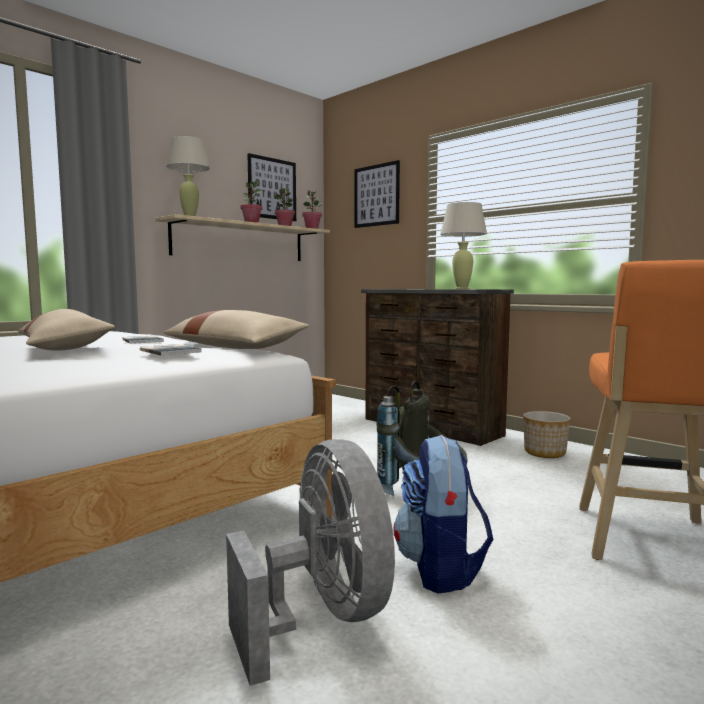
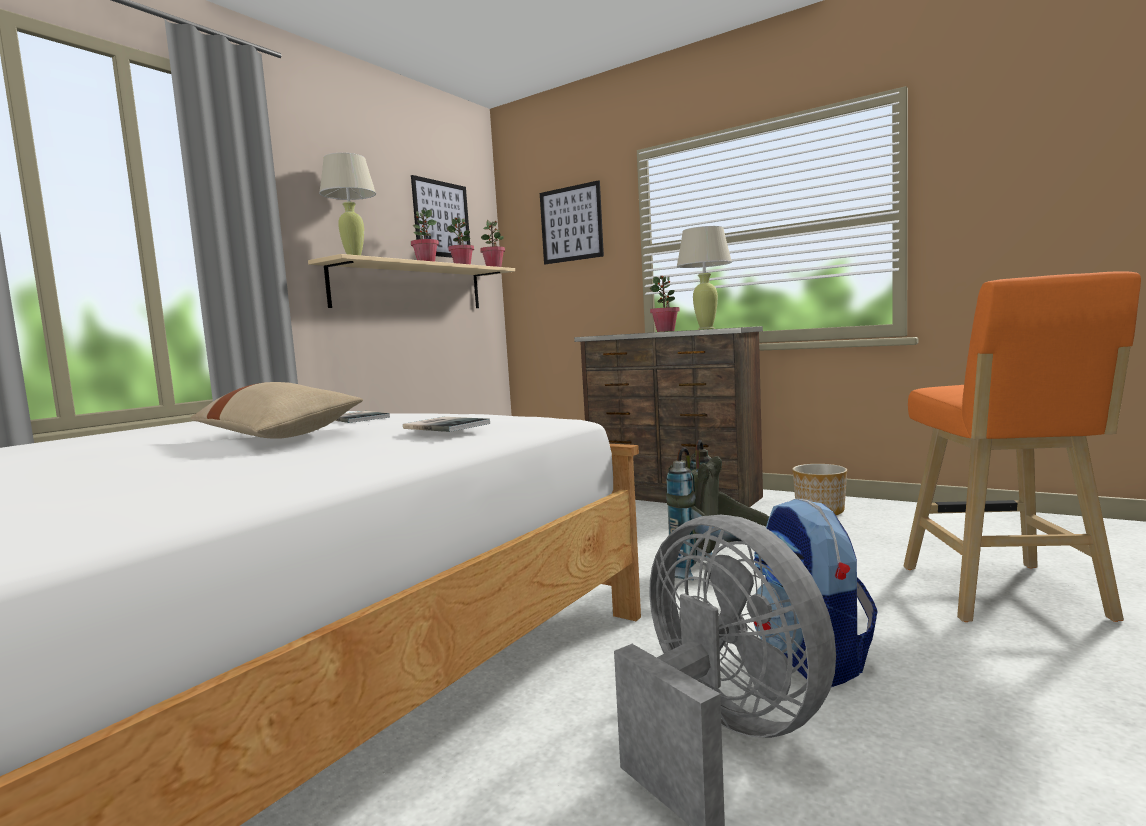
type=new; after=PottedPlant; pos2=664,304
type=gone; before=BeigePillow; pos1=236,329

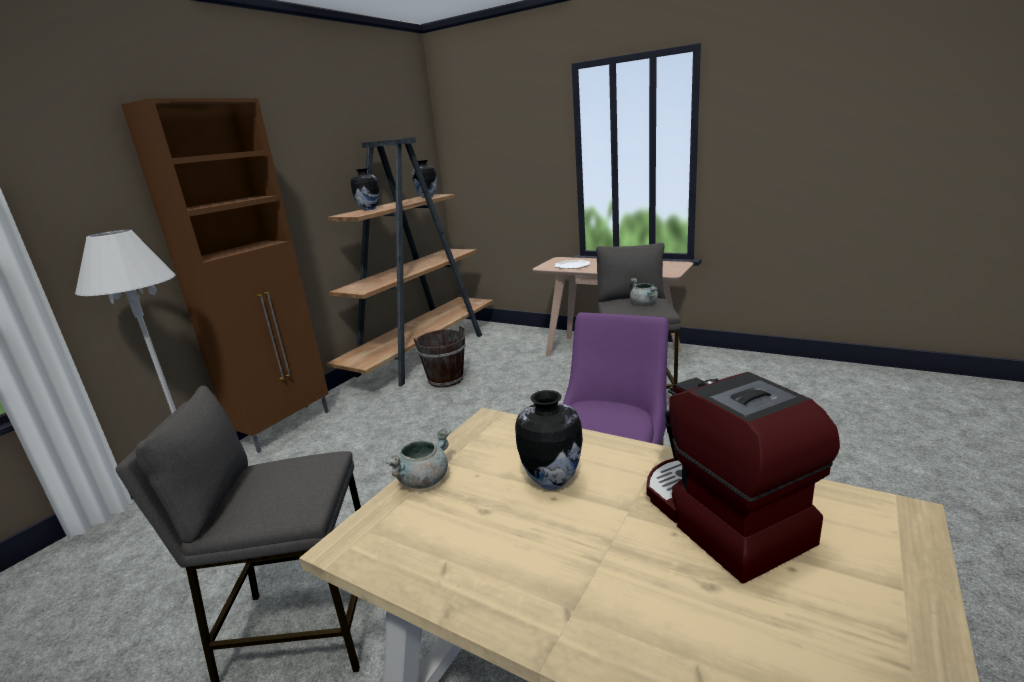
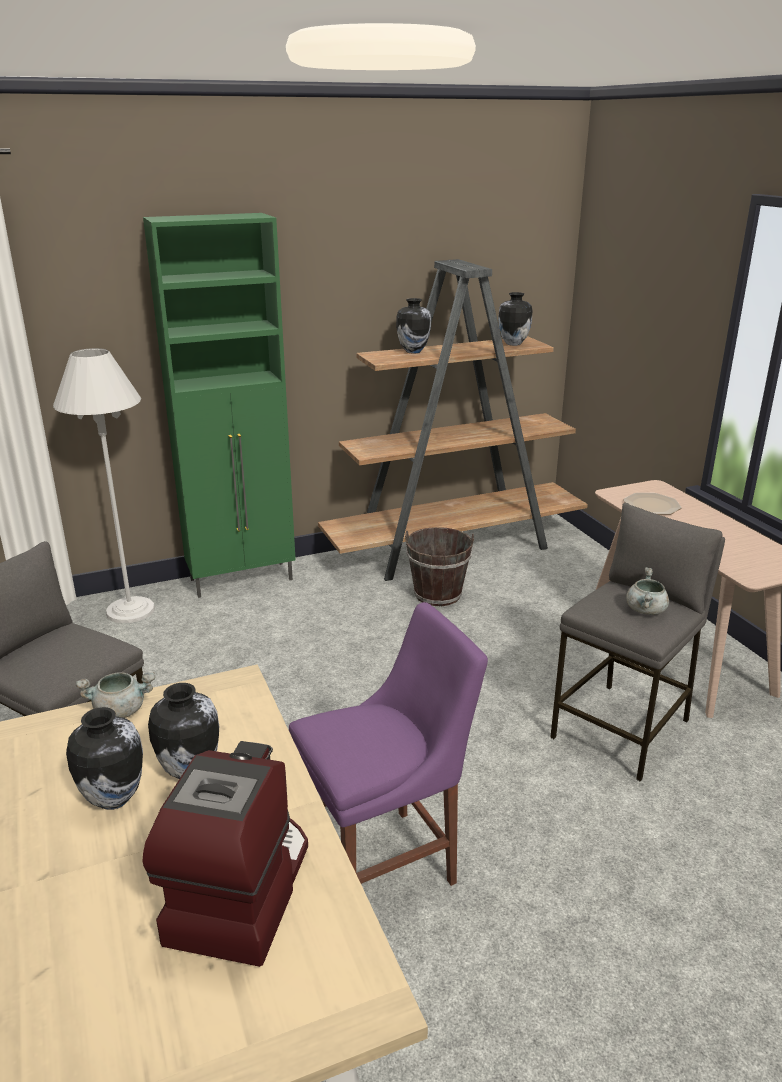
type=new; after=Vase; pos2=104,758
type=repainted; before=BrownCabinet; after=GreenCabinet; pos1=225,275; pos2=219,405

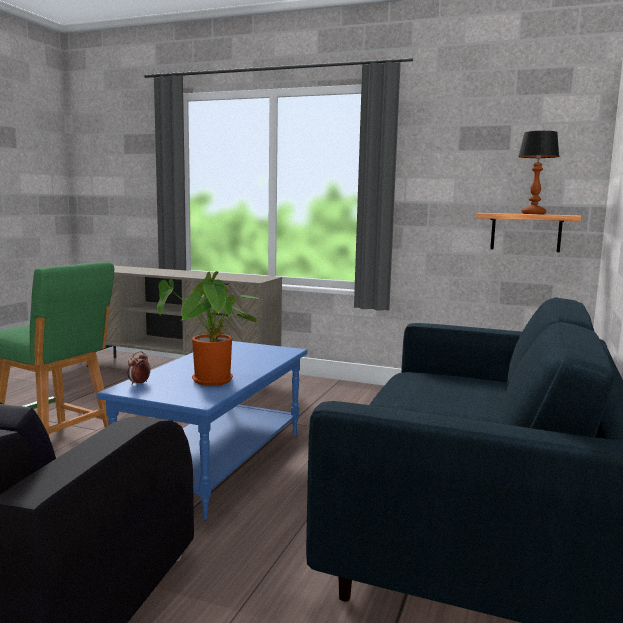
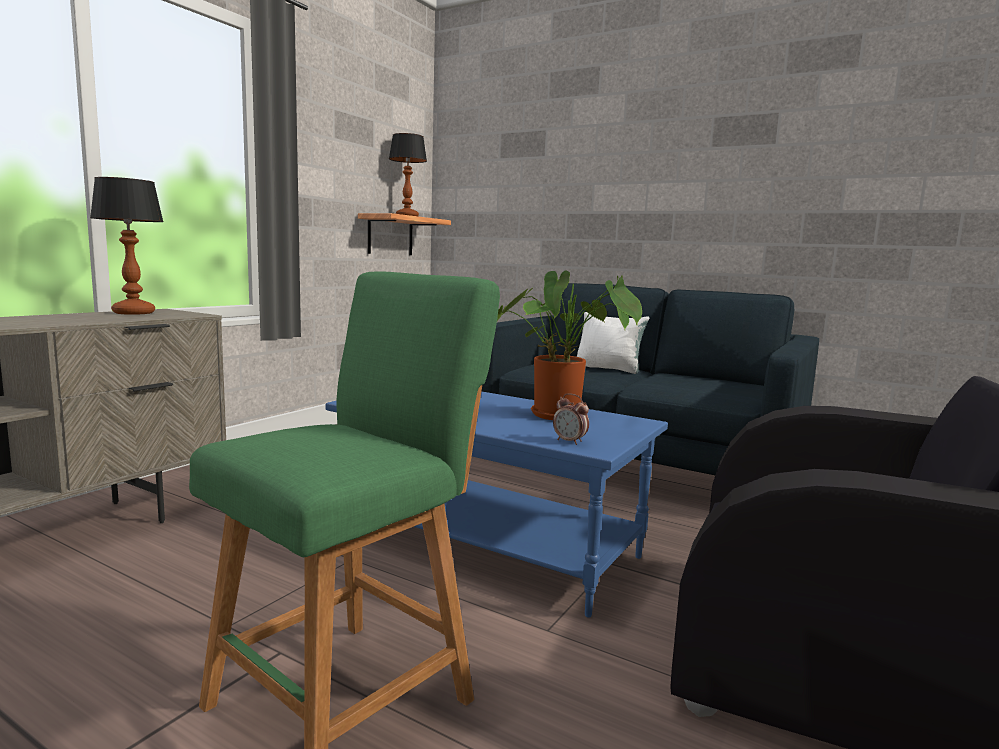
type=new; after=TableLamp; pos2=127,246
type=new; after=WhitePillow; pos2=613,343

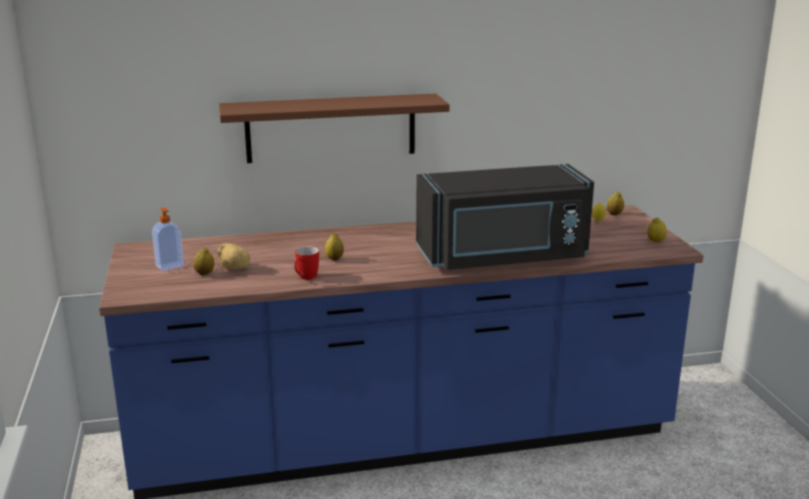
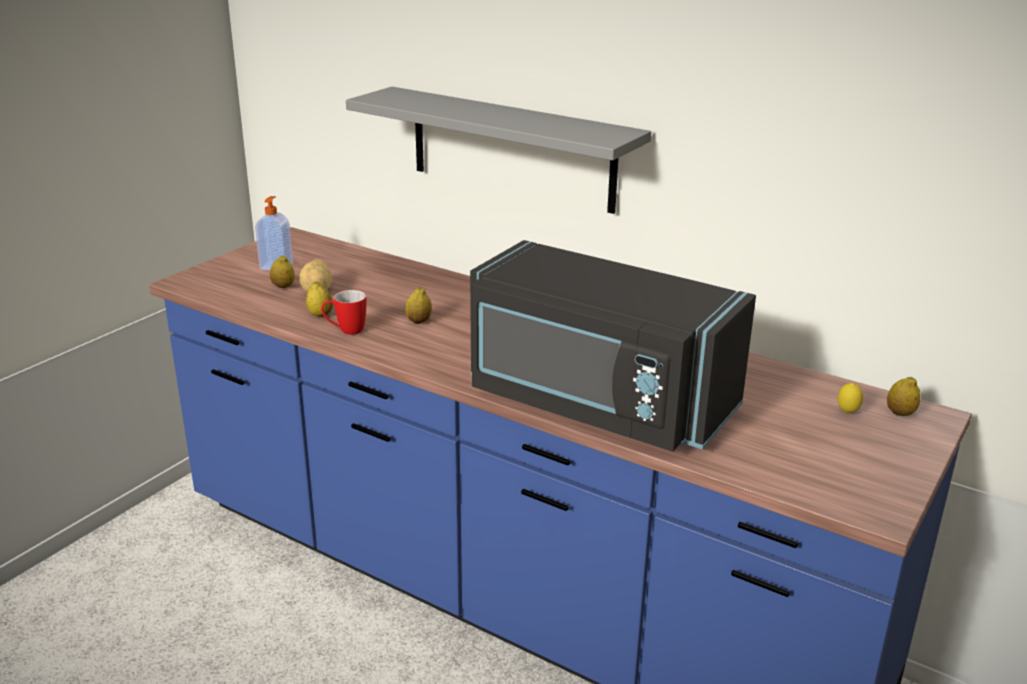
type=shifted; before=Lemon; pos1=657,230; pos2=319,299
type=repainted; before=BrownShelf; after=GreyShelf; pos1=334,128; pos2=498,150

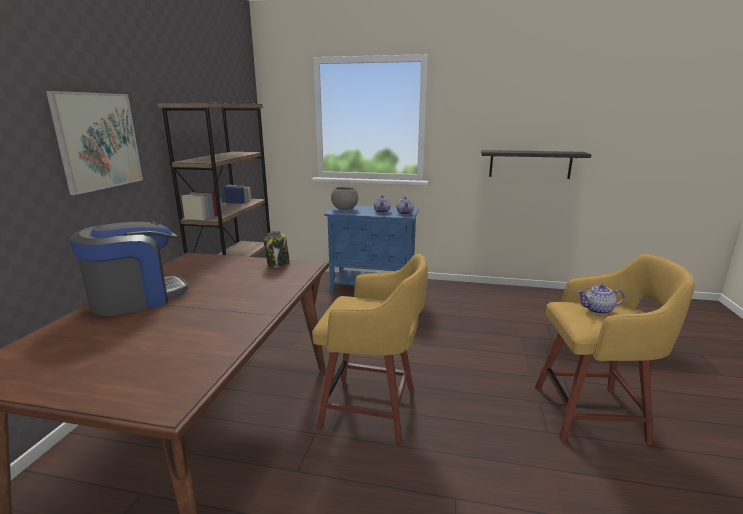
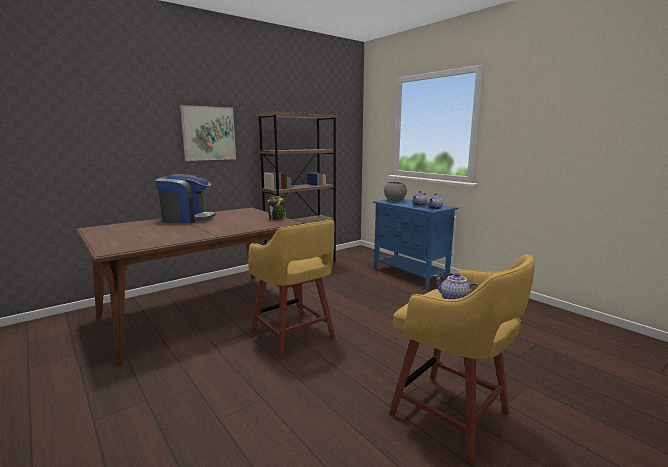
type=gone; before=BlackShelf; pos1=536,164

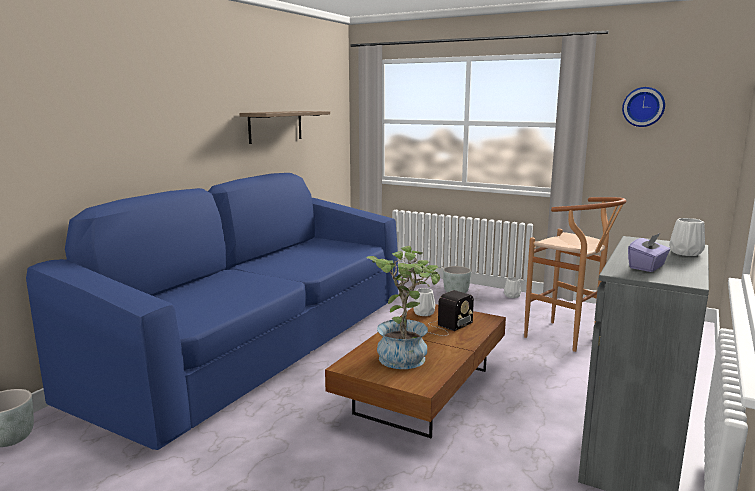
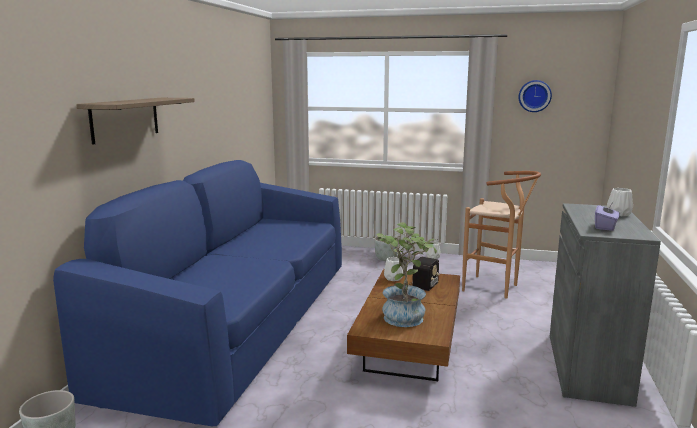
type=shifted; before=Shelf; pos1=285,127; pos2=135,121

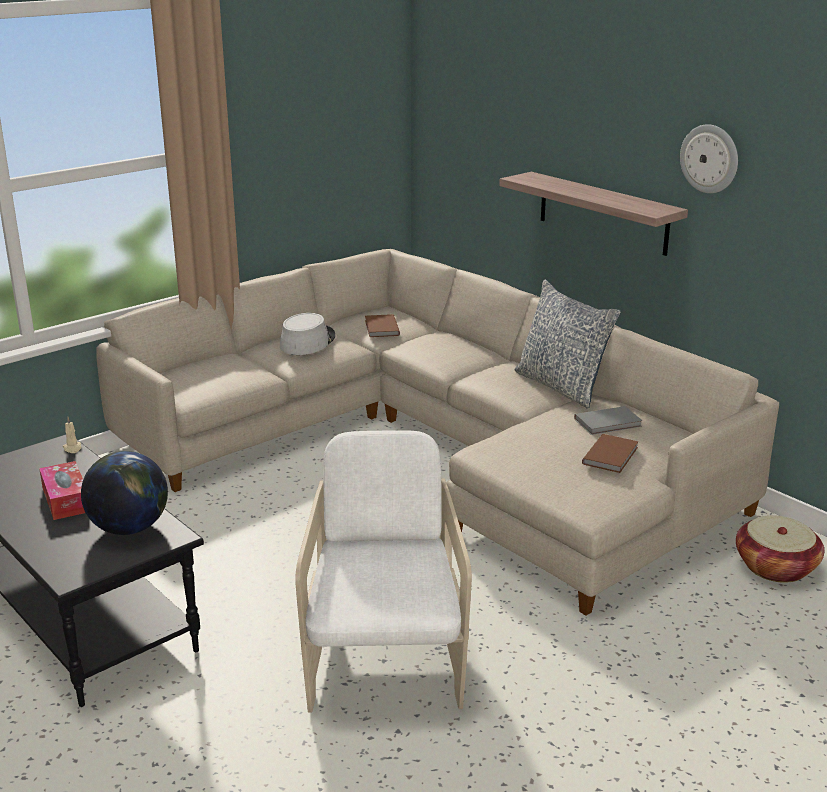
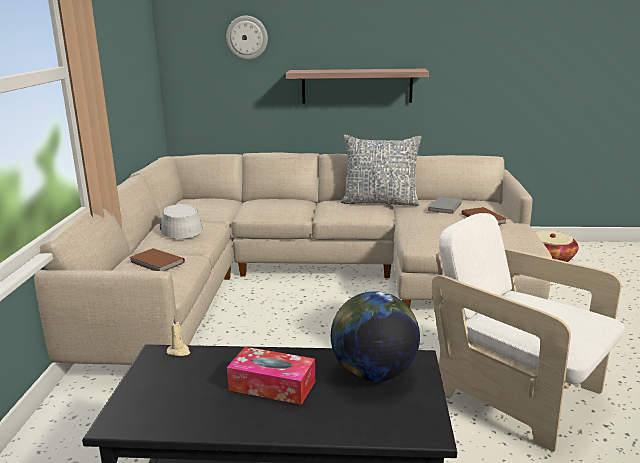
type=shifted; before=BrownBook; pos1=382,325; pos2=157,259
type=shifted; before=WallClock; pos1=709,158; pos2=247,38

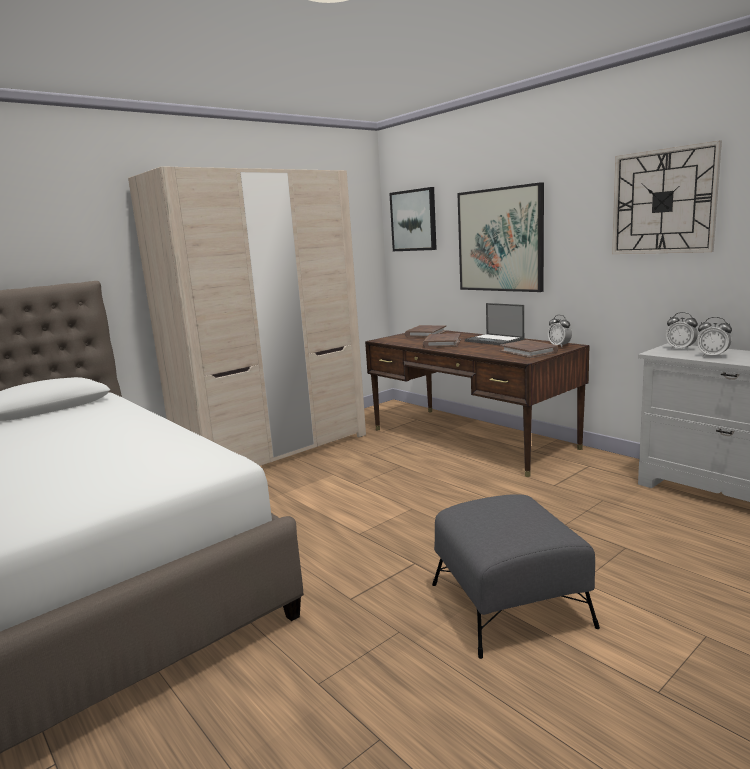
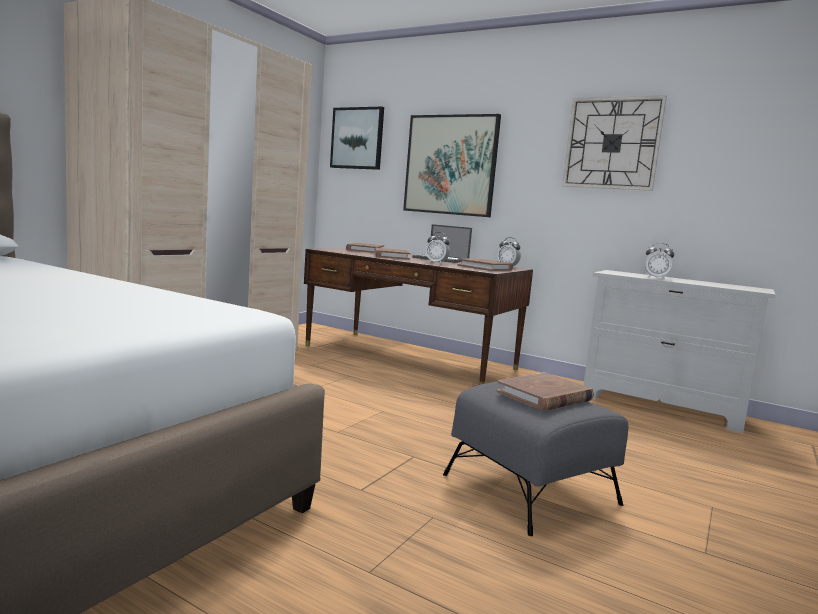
type=shifted; before=AlarmClock; pos1=682,331; pos2=438,248
type=new; after=BrownBook; pos2=545,391

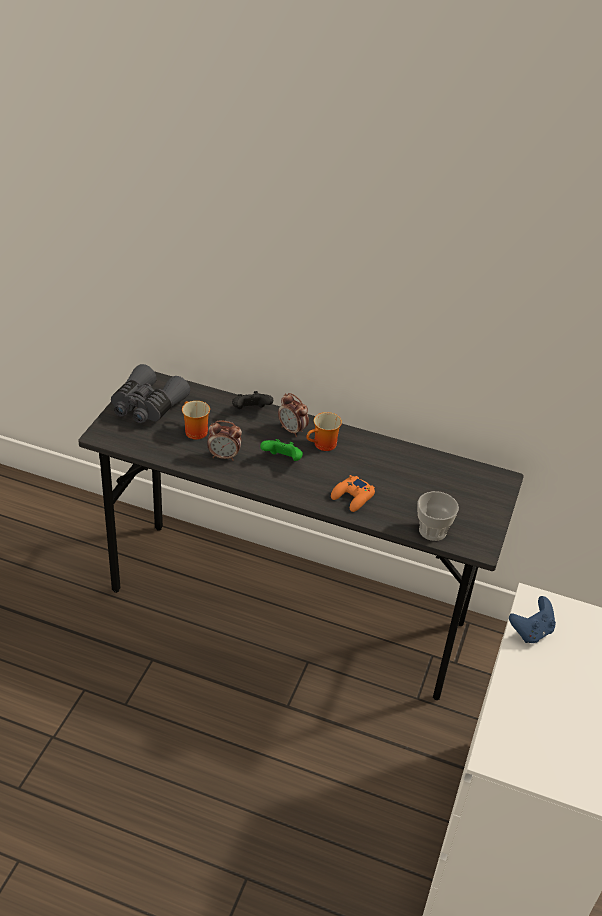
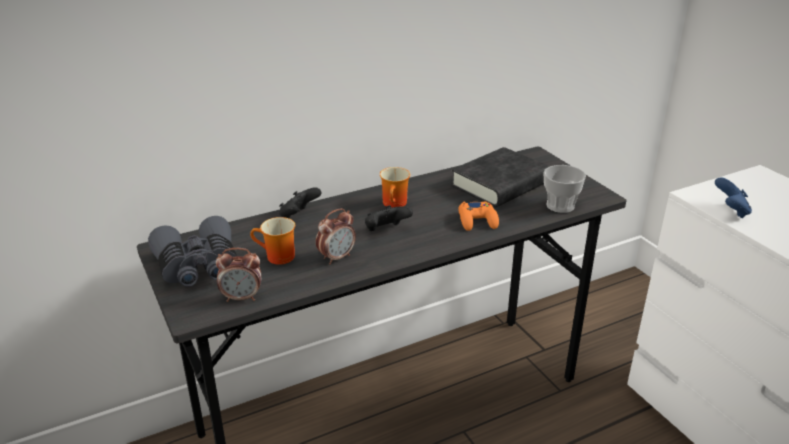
type=shifted; before=AlarmClock; pos1=293,415; pos2=238,275
type=repainted; before=GreenGameController; after=BlackGameController; pos1=281,450; pos2=389,218
type=new; after=BlackBook; pos2=500,177

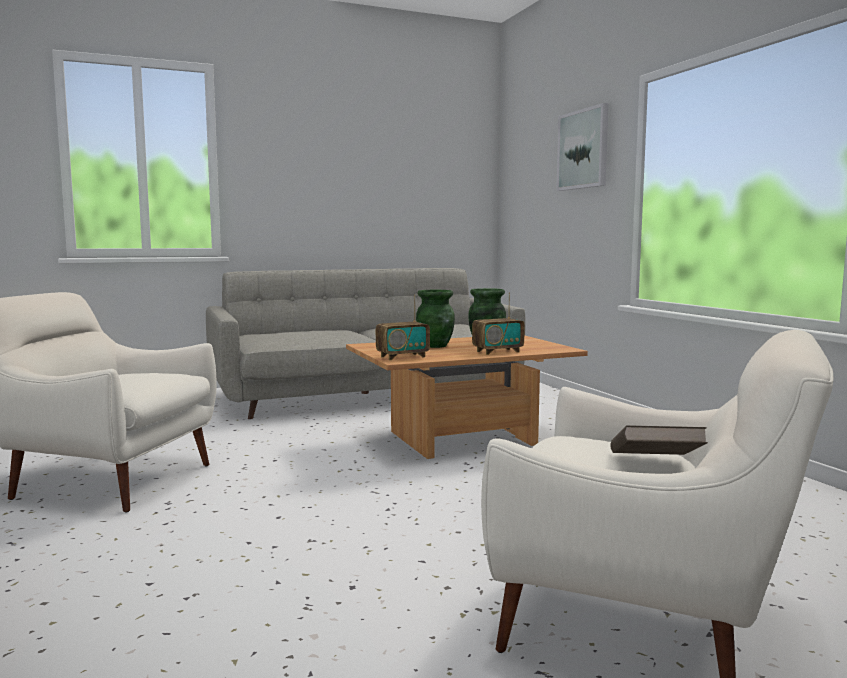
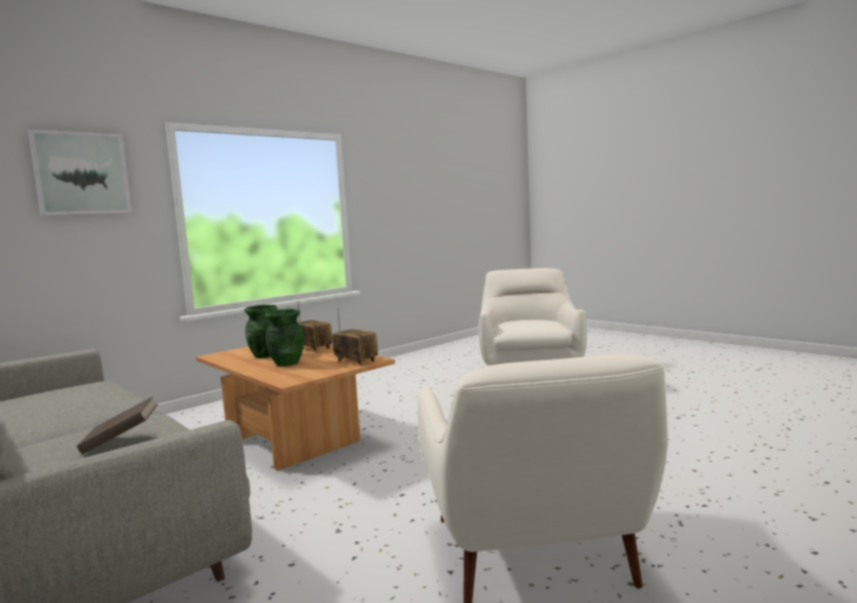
type=shifted; before=BrownBook; pos1=659,440; pos2=117,425

